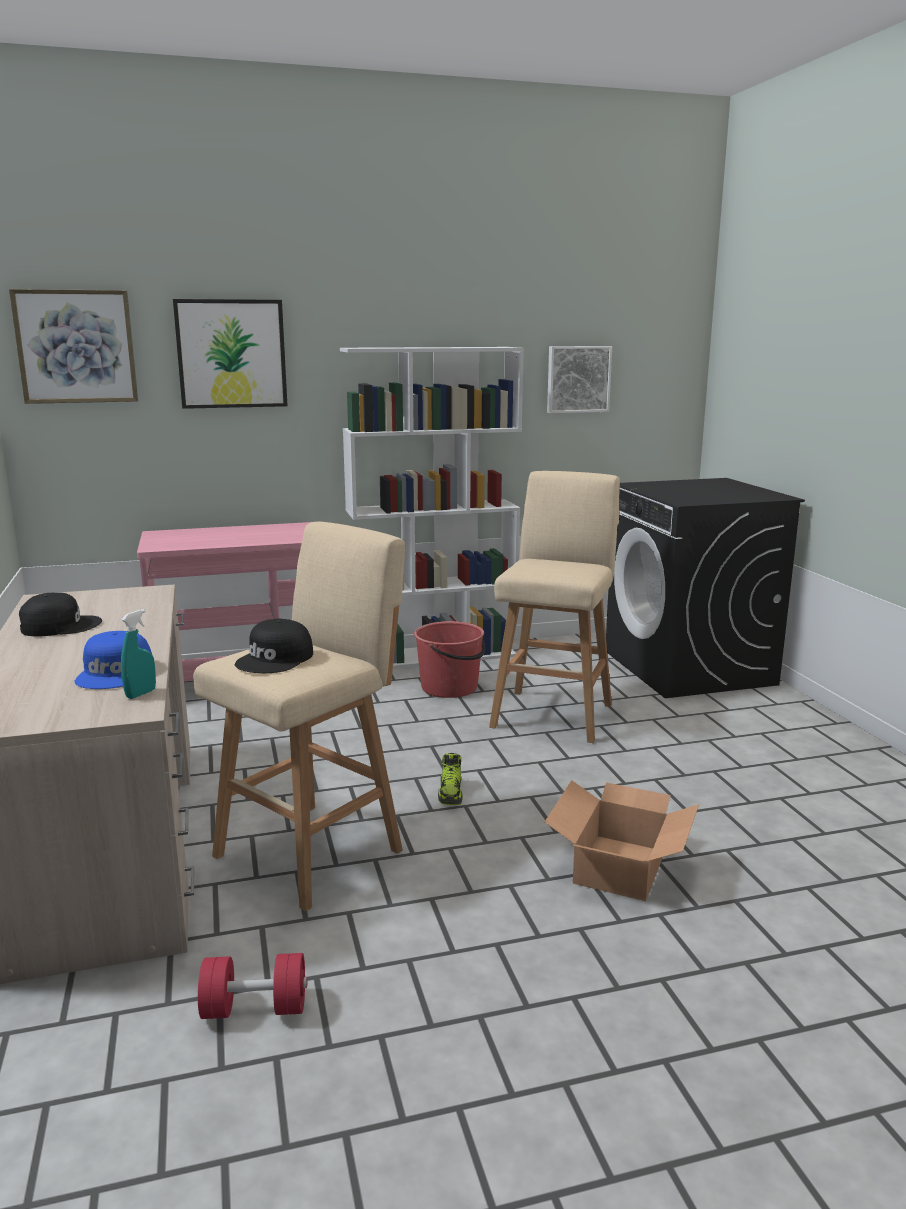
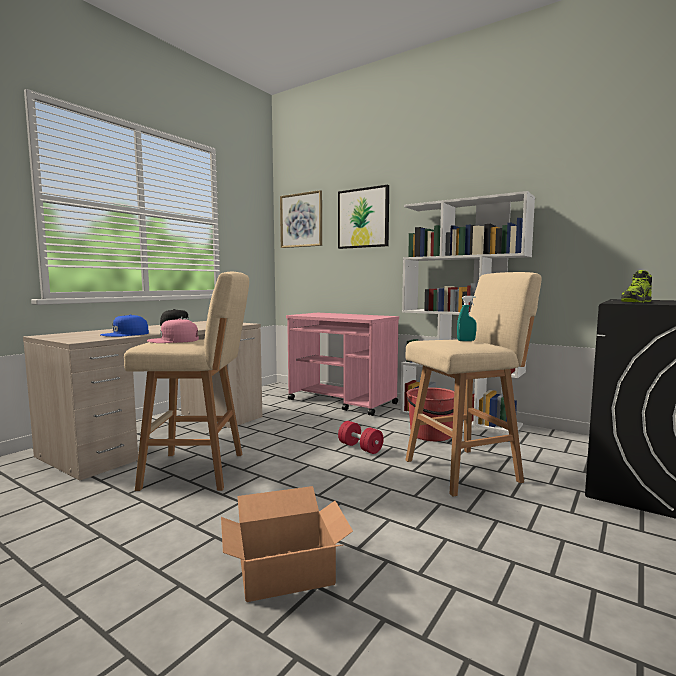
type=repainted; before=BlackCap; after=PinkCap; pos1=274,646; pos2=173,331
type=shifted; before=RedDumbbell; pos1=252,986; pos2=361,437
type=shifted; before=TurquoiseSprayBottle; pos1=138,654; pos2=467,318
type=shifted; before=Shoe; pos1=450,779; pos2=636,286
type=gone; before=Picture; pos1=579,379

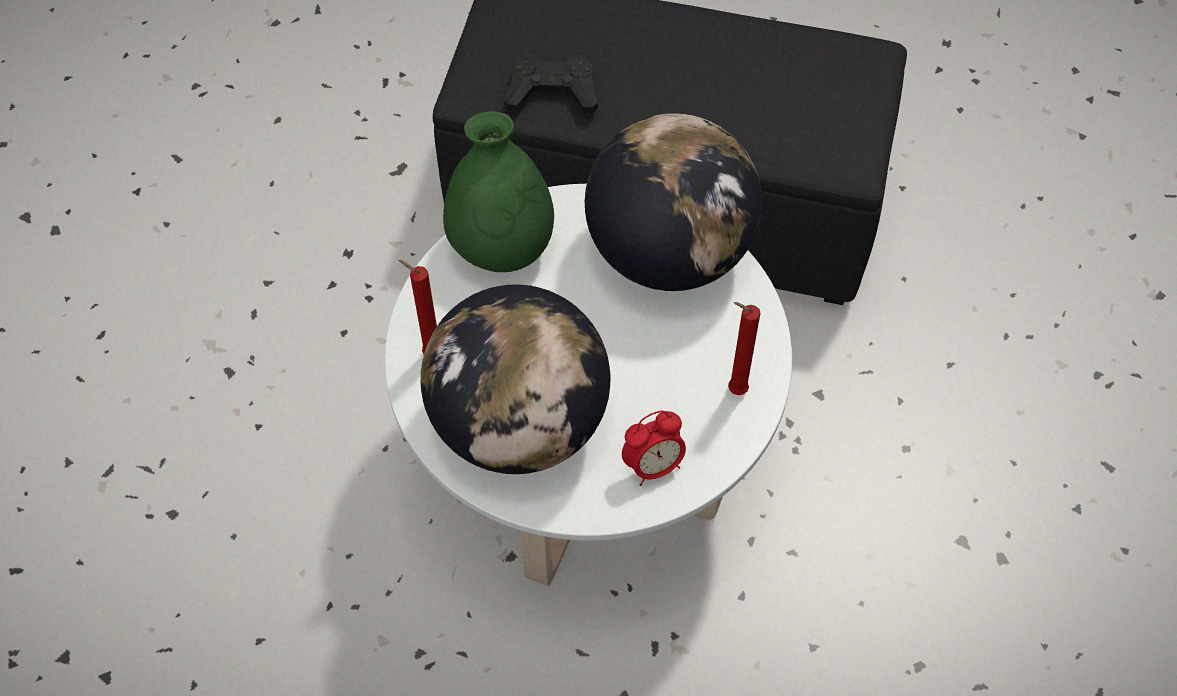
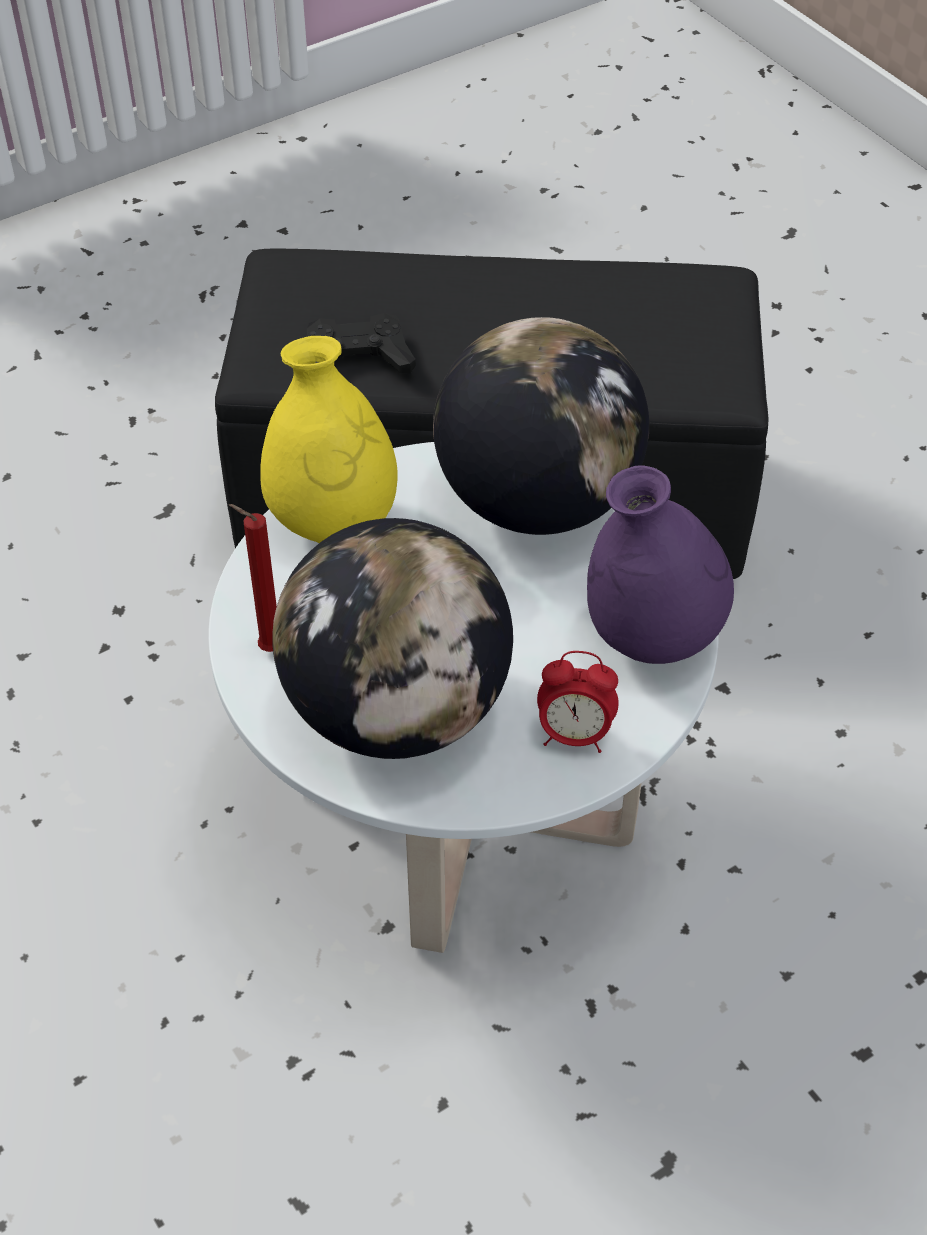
type=repainted; before=GreenVase; after=YellowVase; pos1=498,191; pos2=329,439
type=rotated; before=AlarmClock; pos1=654,448; pos2=578,702; turn=45
type=swapped; before=RedCandle; after=PurpleVase; pos1=744,348; pos2=660,565

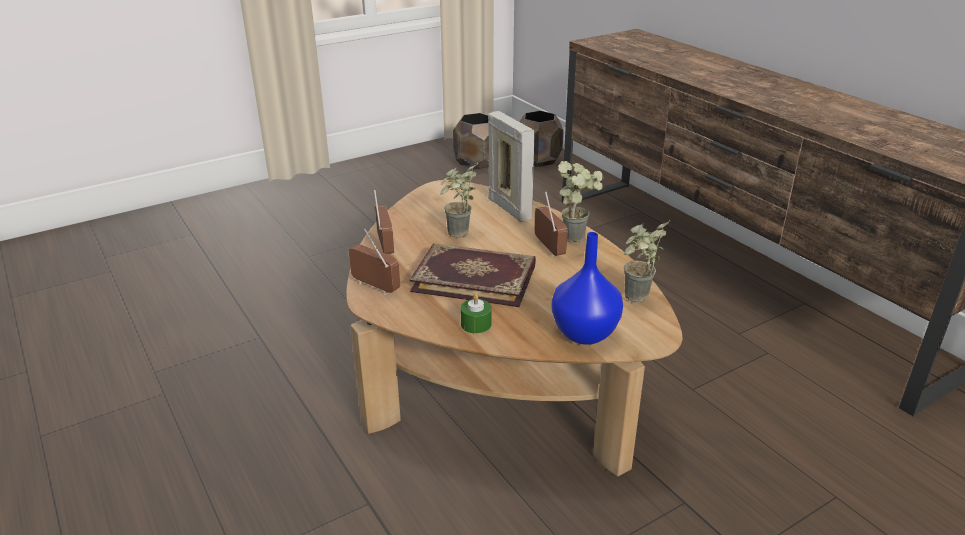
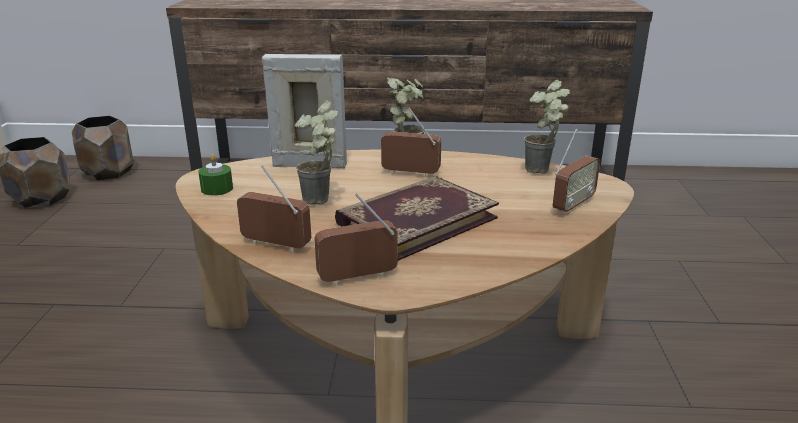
type=shifted; before=GreenCandle; pos1=476,313; pos2=215,175
type=swapped; before=BlueVase; after=Radio; pos1=587,288; pos2=576,171

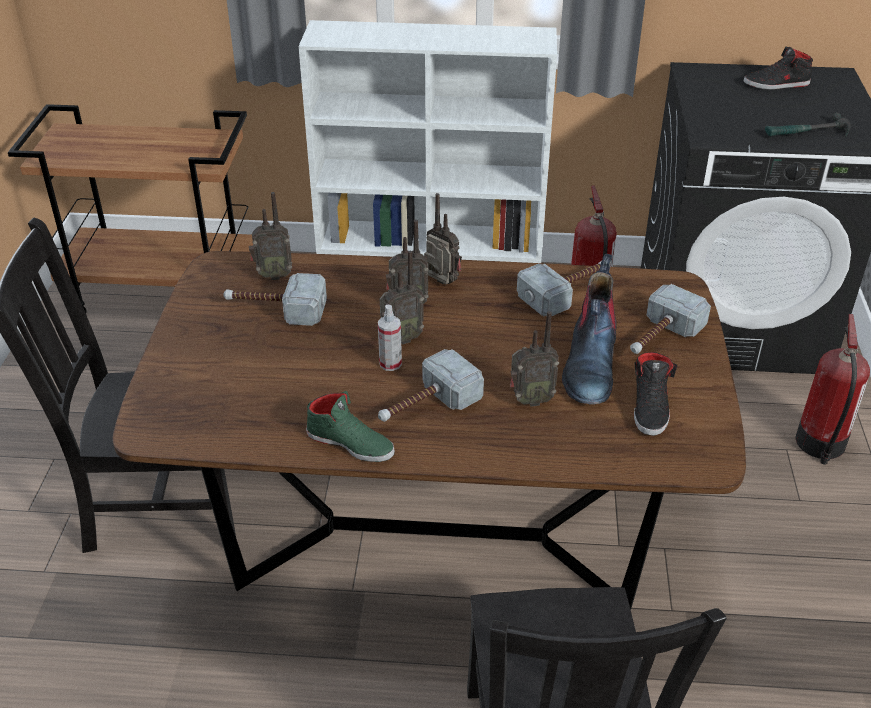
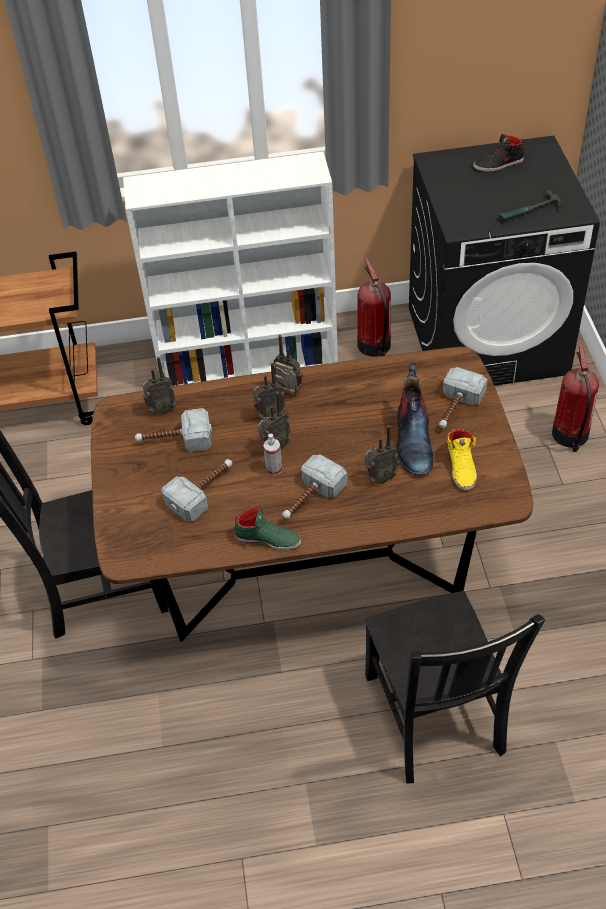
type=shifted; before=Hammer; pos1=559,288; pos2=197,490
type=repainted; before=BlackShoe; after=YellowShoe; pos1=655,394; pos2=462,459

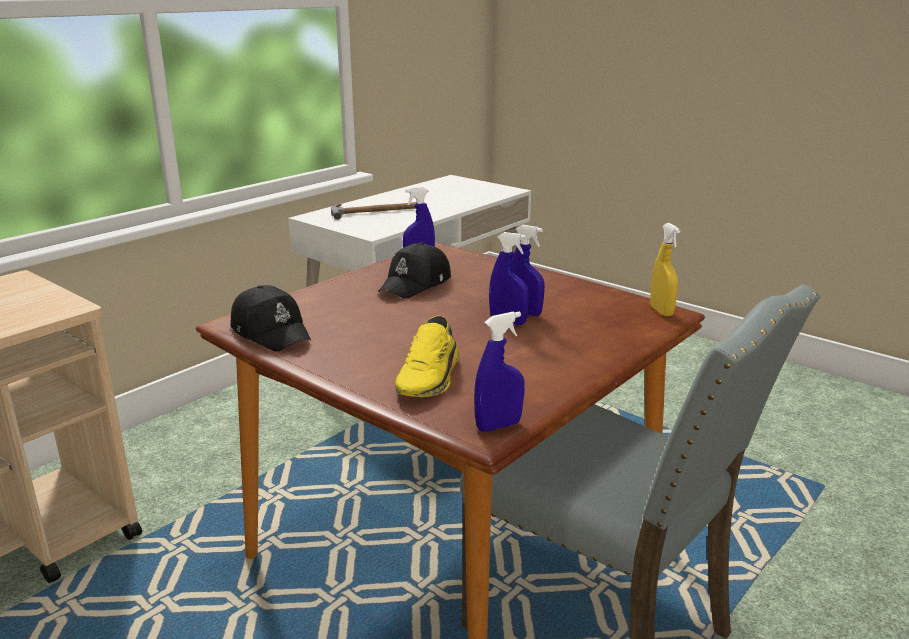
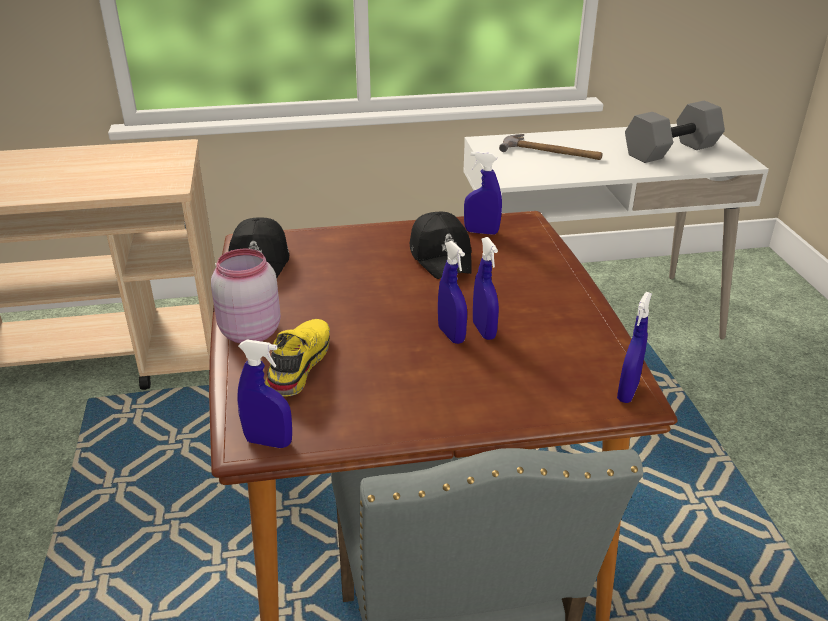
type=new; after=PinkJar; pos2=246,296
type=rotated; before=YellowShoe; pos1=427,356; pos2=297,358; turn=135
type=rotated; before=BlackCap; pos1=414,270; pos2=441,245; turn=-90
type=repainted; before=YellowSprayBottle; after=BlueSprayBottle; pos1=665,269; pos2=634,347
type=new; after=GreyDumbbell; pos2=675,132

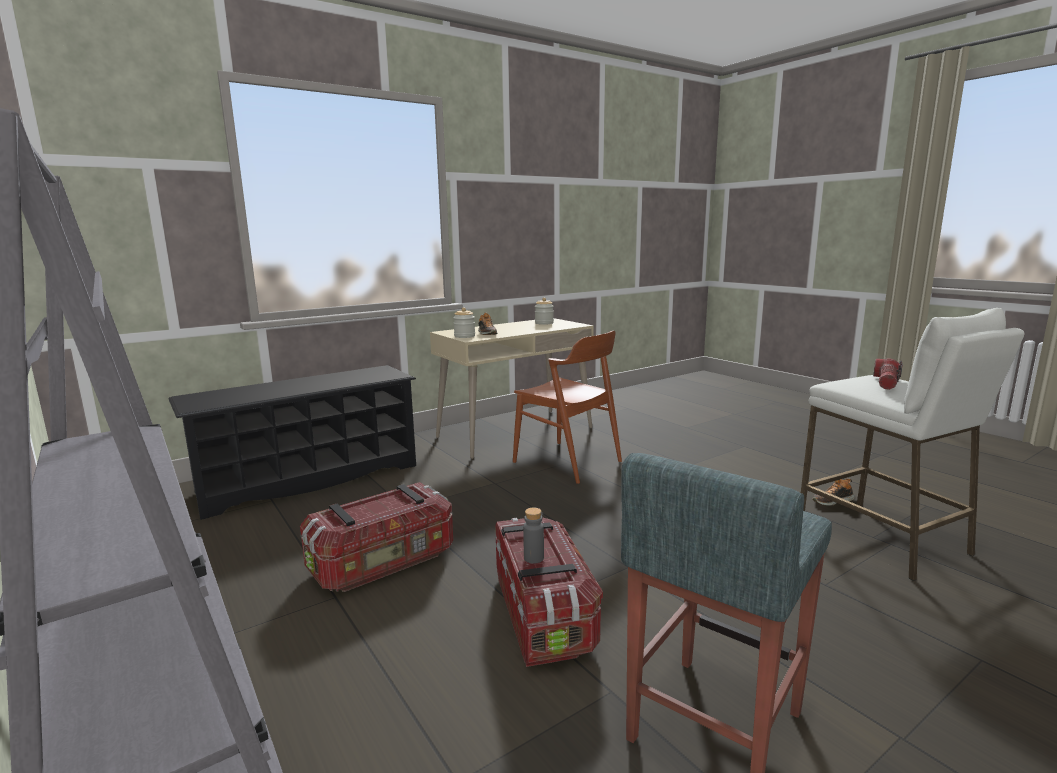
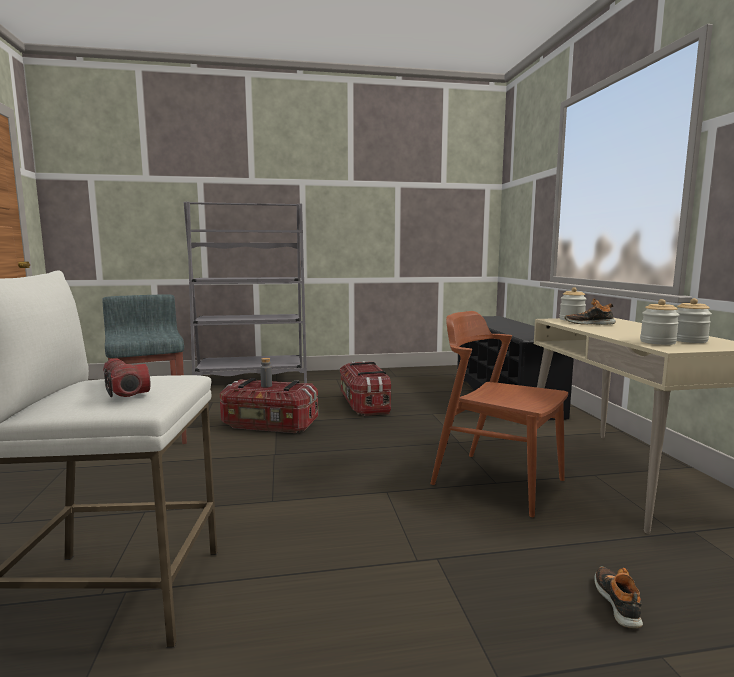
type=rotated; before=BrownChair; pos1=567,407; pos2=499,414; turn=60
type=shifted; before=Shoe; pos1=833,492; pos2=618,597
type=new; after=Jar; pos2=659,322

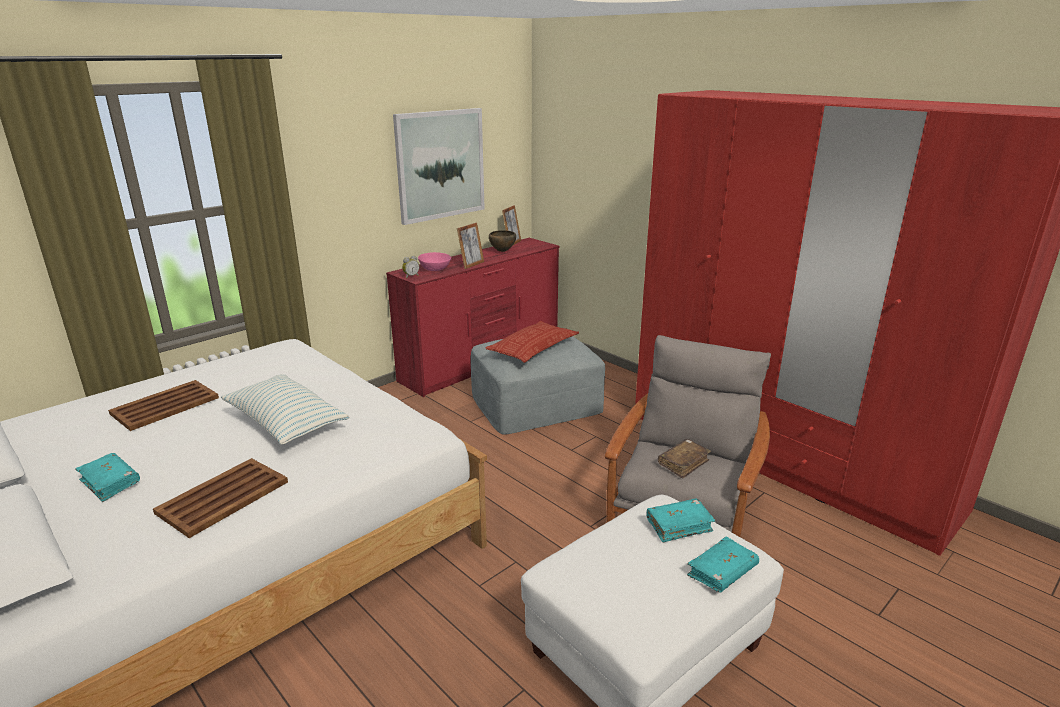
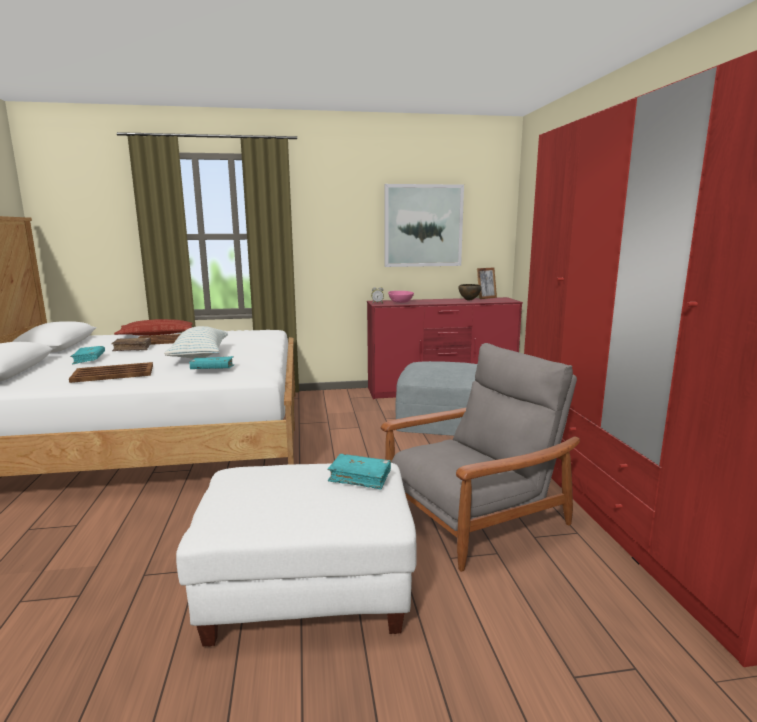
type=shifted; before=BrownBook; pos1=684,458; pos2=131,344
type=shifted; before=Pillow; pos1=532,342; pos2=153,327
type=shifted; before=TurquoiseBook; pos1=723,564; pos2=211,362
type=gone; before=PictureFrame; pos1=470,245

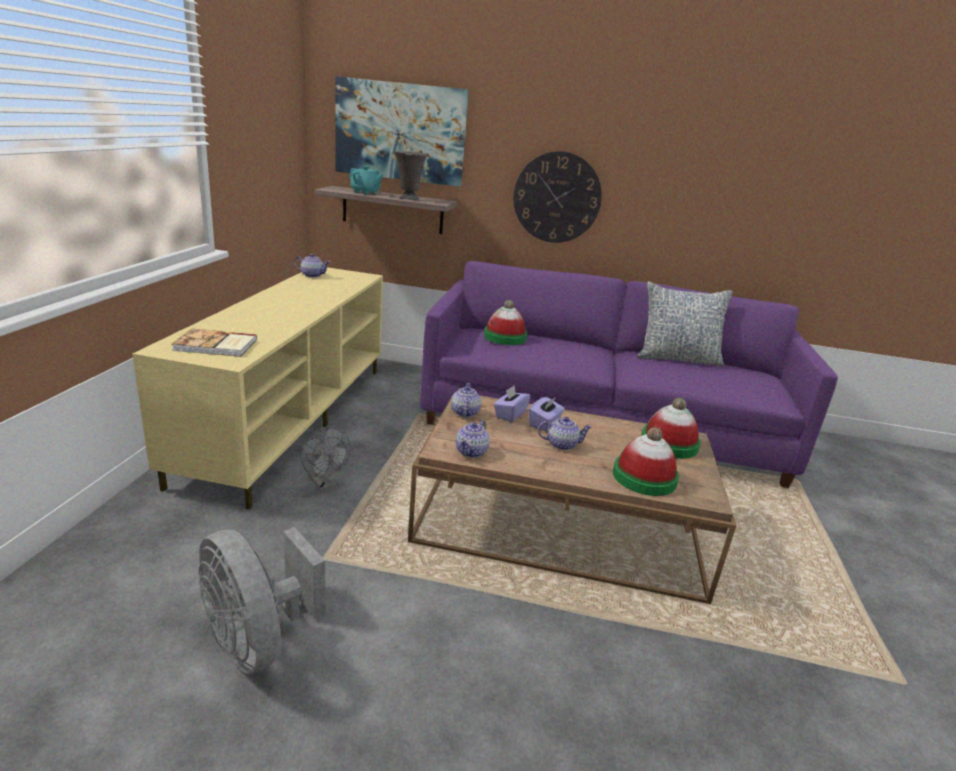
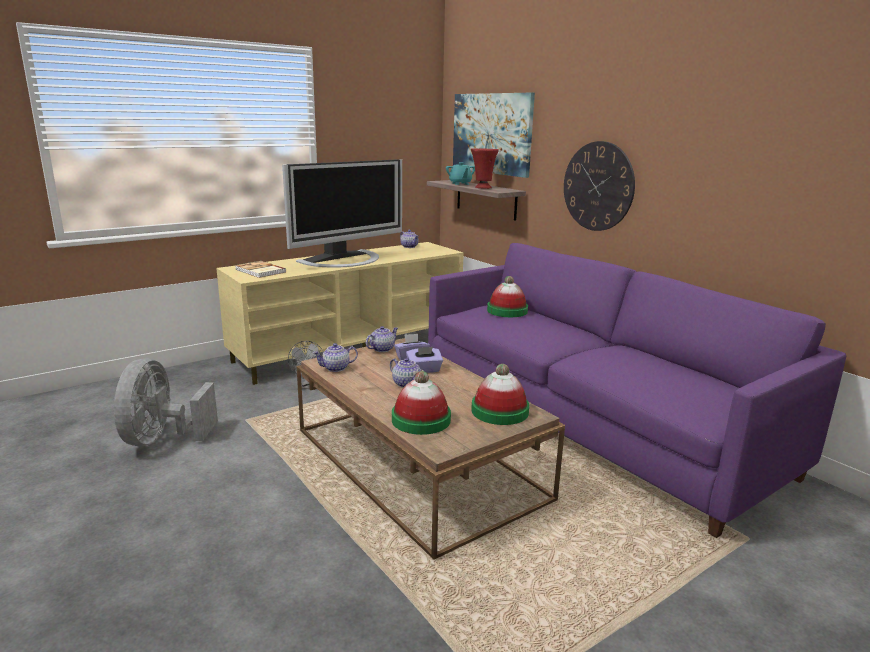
type=new; after=Television; pos2=342,213
type=repainted; before=GreyVase; after=RedVase; pos1=410,175; pos2=485,169
type=gone; before=Pillow; pos1=685,323

